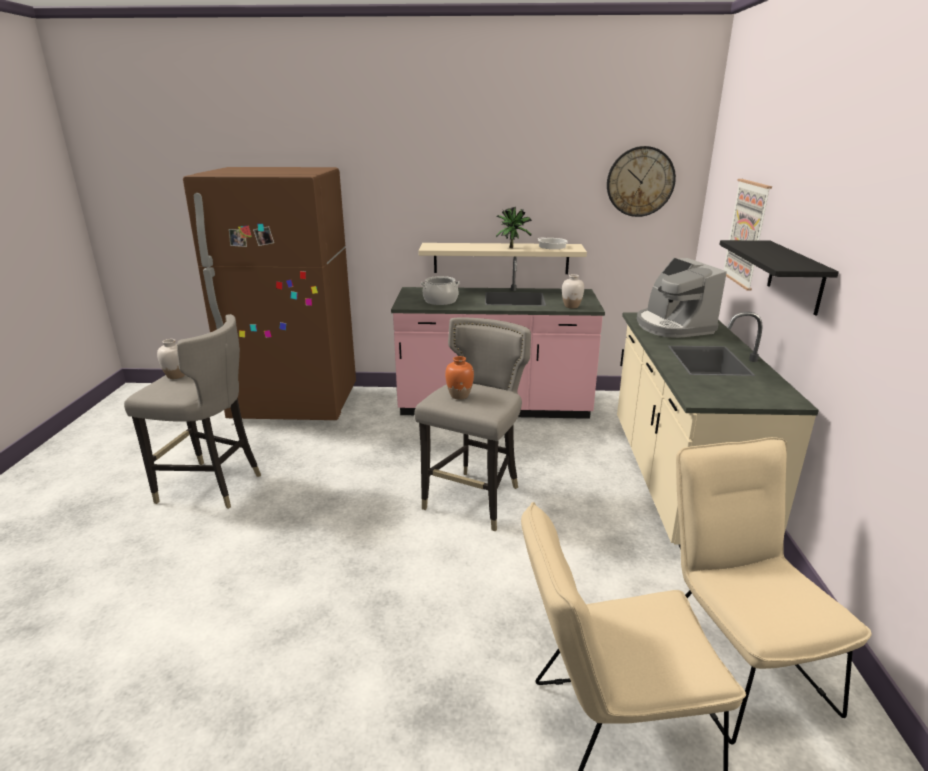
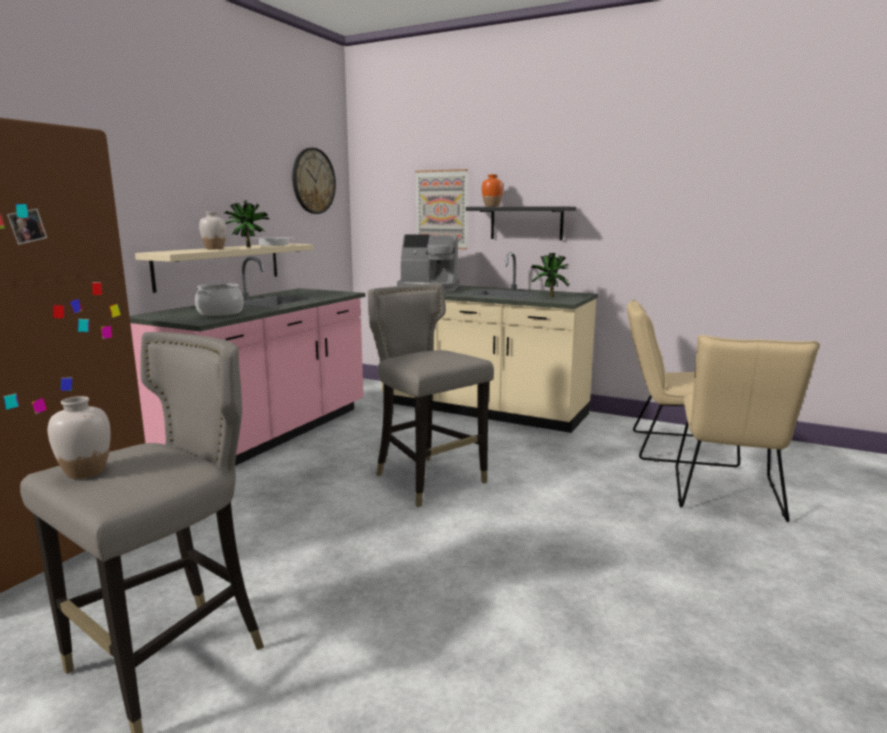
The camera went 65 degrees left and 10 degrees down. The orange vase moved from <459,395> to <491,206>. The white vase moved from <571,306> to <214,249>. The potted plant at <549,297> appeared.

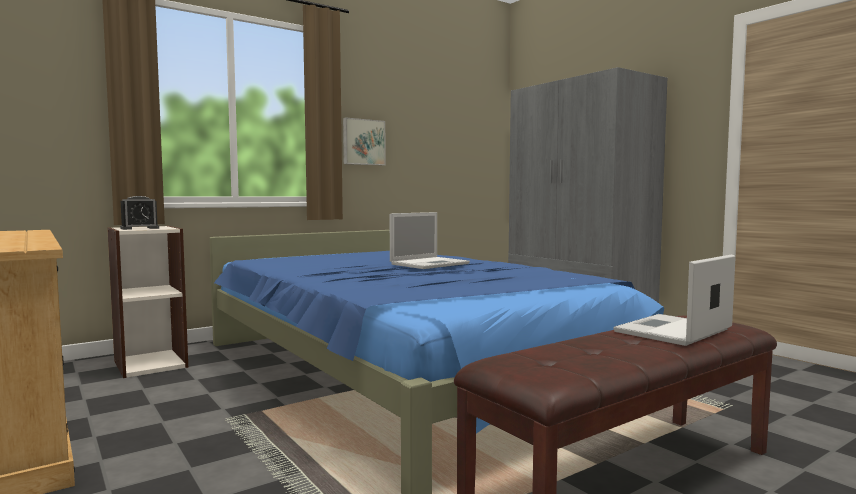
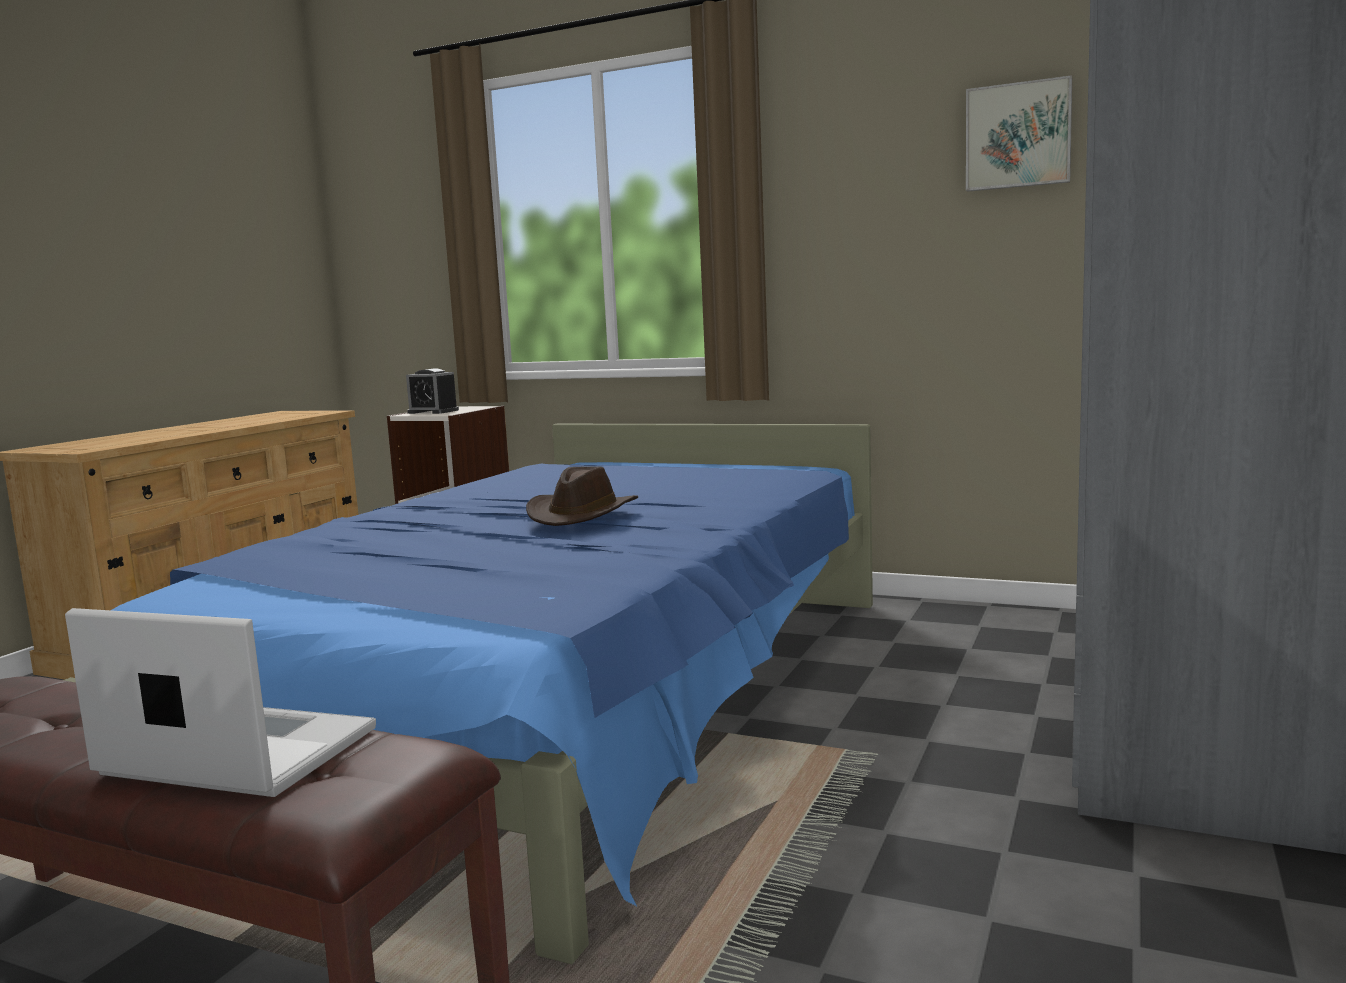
The camera went 60 degrees right and 5 degrees up. The picture moved from <363,142> to <1018,136>. The laptop at <430,264> was replaced by the brown hat at <582,514>.

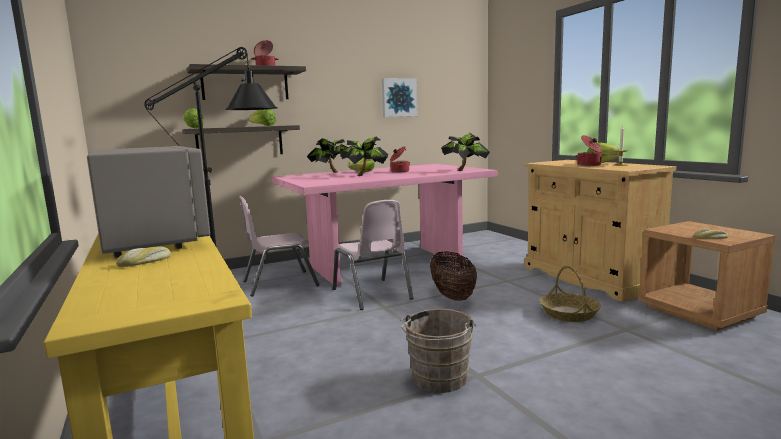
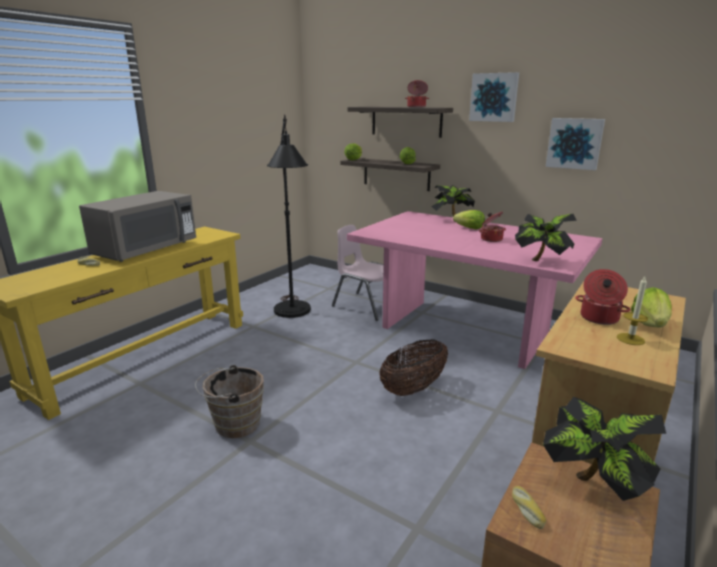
The camera went 60 degrees right and 10 degrees up. The pink chair at <372,294> disappeared. The potted plant moved from <365,175> to <594,485>. The basket at <569,314> disappeared. The picture at <494,97> appeared.

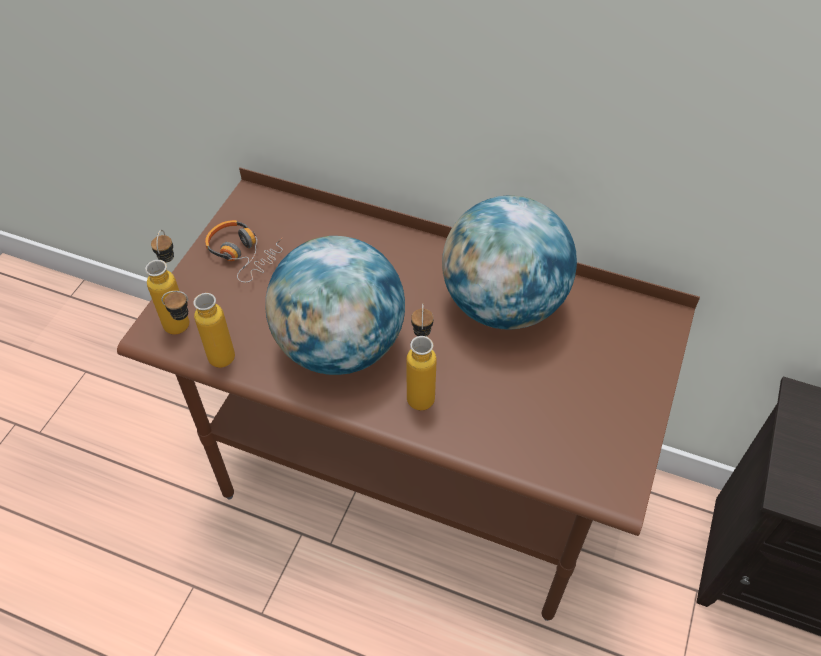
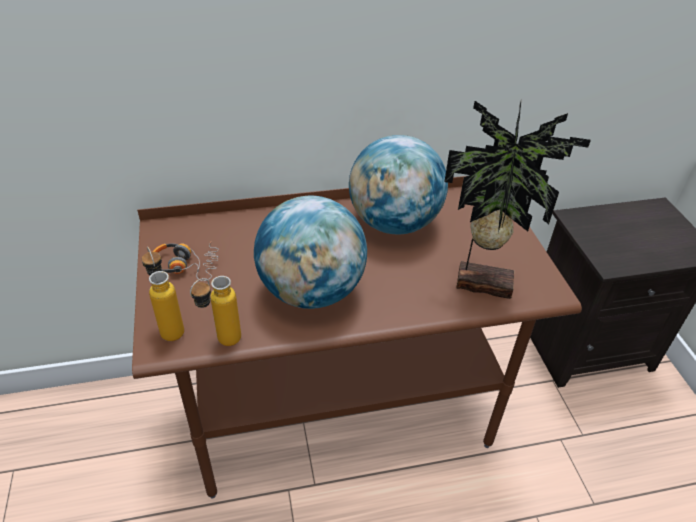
The camera went 35 degrees left and 10 degrees down. The bottle at <421,390> disappeared. The potted plant at <482,281> appeared.

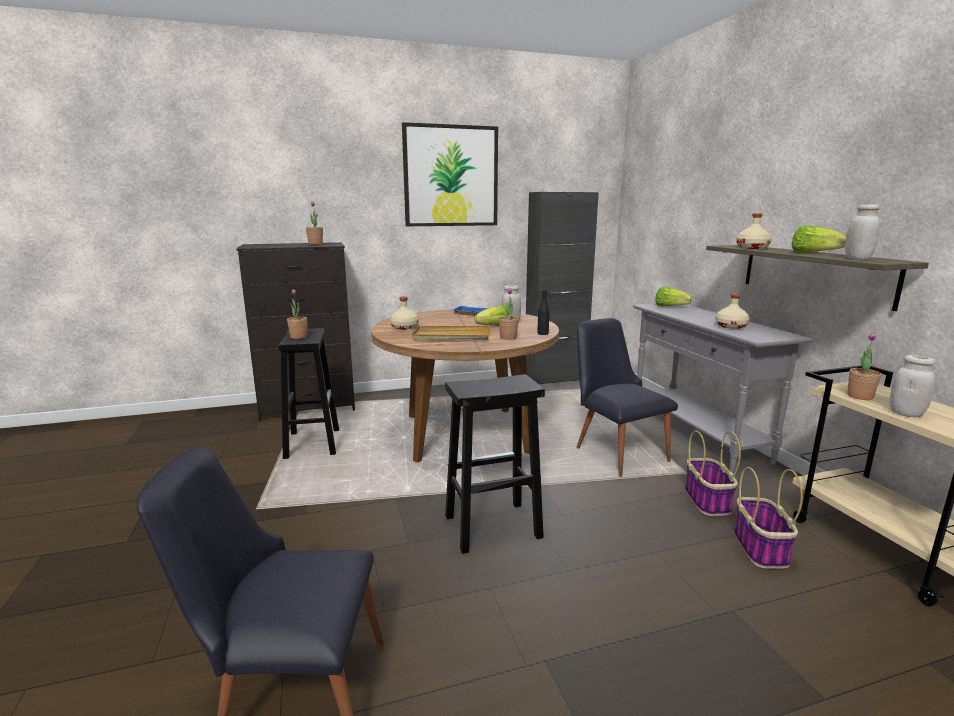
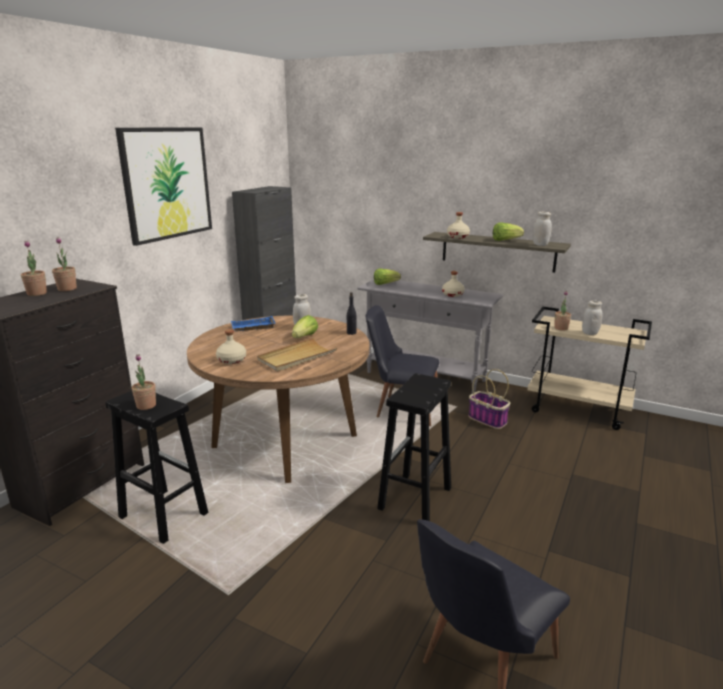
The camera went 45 degrees left and 5 degrees up. The potted plant moved from <508,337> to <37,293>. The basket at <760,549> disappeared.

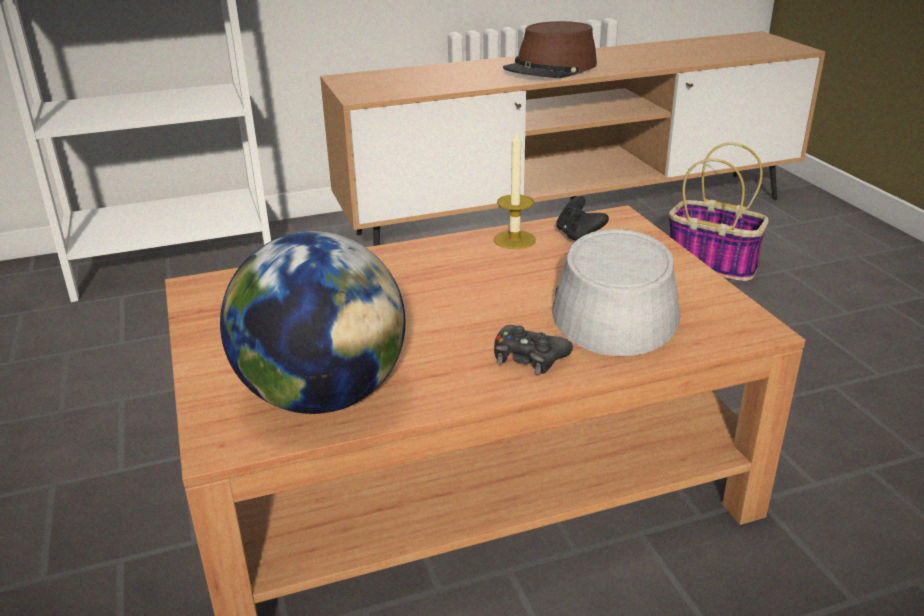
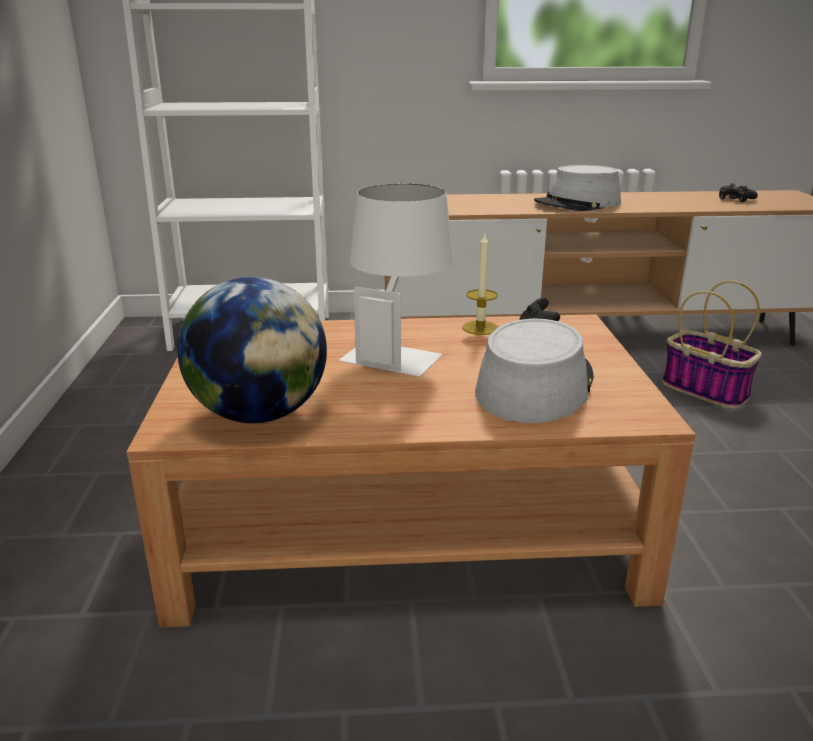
The camera went 15 degrees right and 5 degrees down. The black game controller moved from <529,357> to <735,199>. The brown hat at <551,68> became the grey hat at <578,203>. The white table lamp at <398,350> appeared.

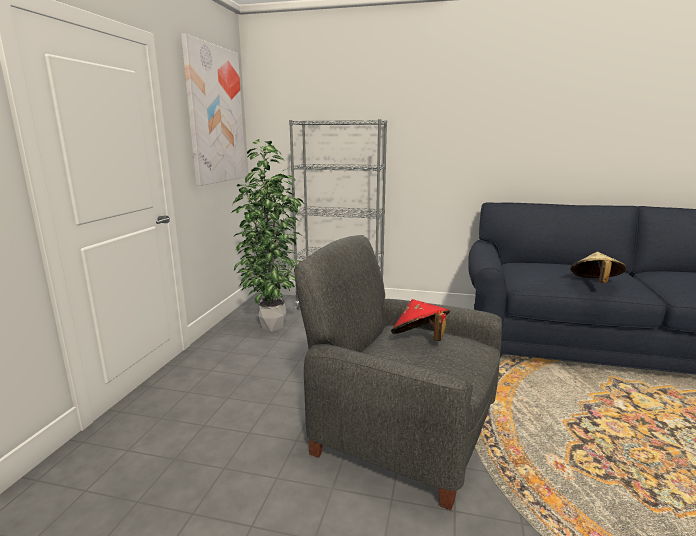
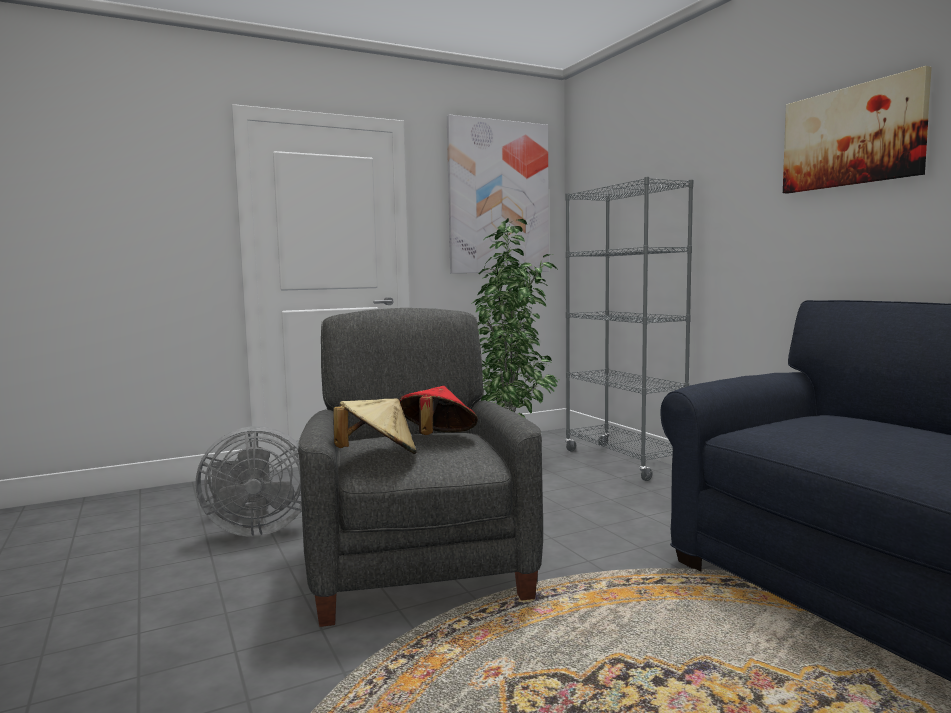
The camera went 50 degrees right and 10 degrees down. The beige hat moved from <594,283> to <378,456>. The grey fan at <255,529> appeared. The picture at <852,136> appeared.

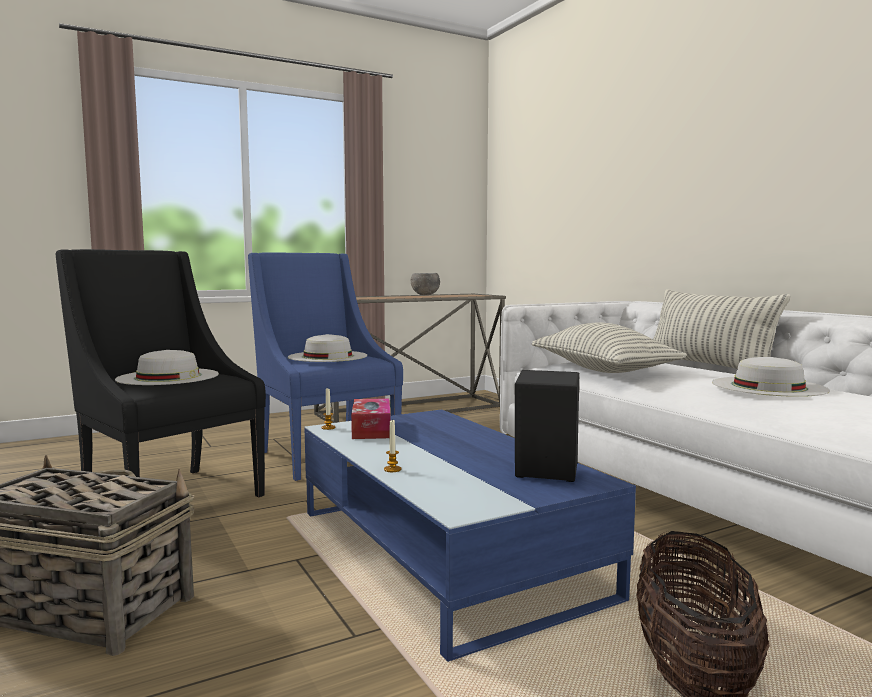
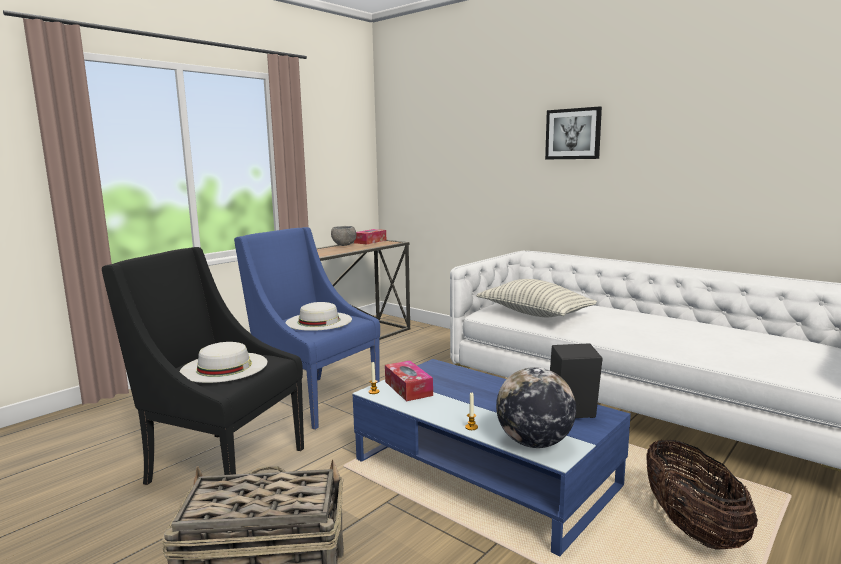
The camera went 20 degrees left and 5 degrees up. The pillow at <708,367> disappeared. The white hat at <768,386> disappeared. The tissue box at <370,241> appeared. The globe at <534,443> appeared. The picture at <573,134> appeared.

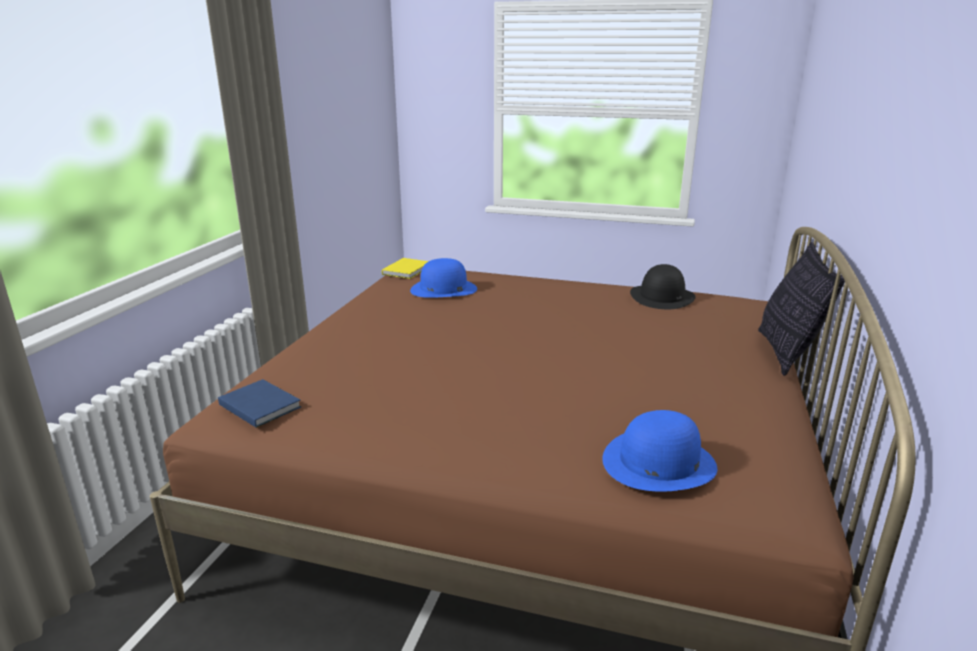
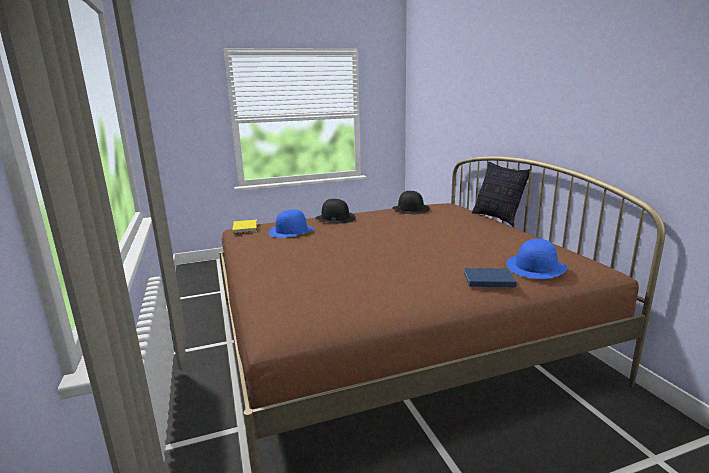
The camera went 35 degrees left and 5 degrees down. The blue book moved from <260,404> to <487,279>. The black hat at <335,218> appeared.

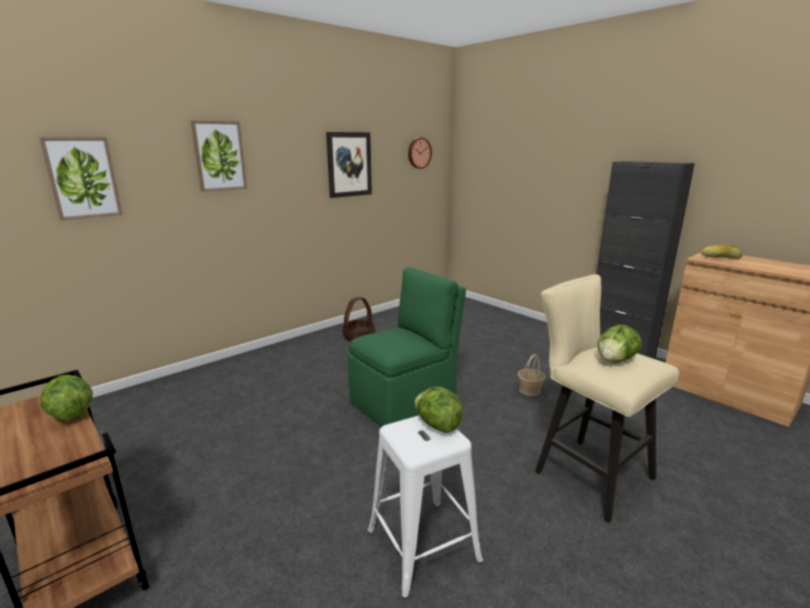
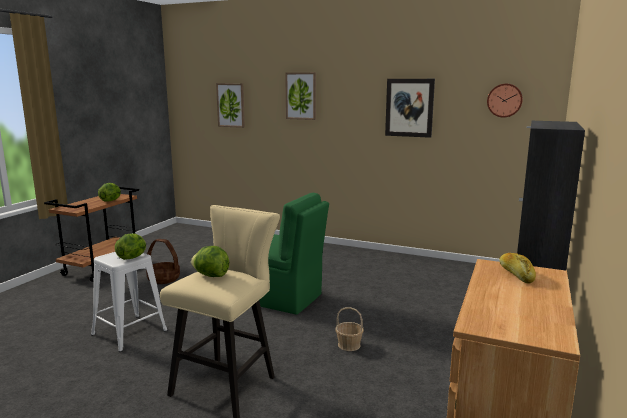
The camera went 65 degrees right and 5 degrees down. The basket moved from <358,336> to <164,279>.

